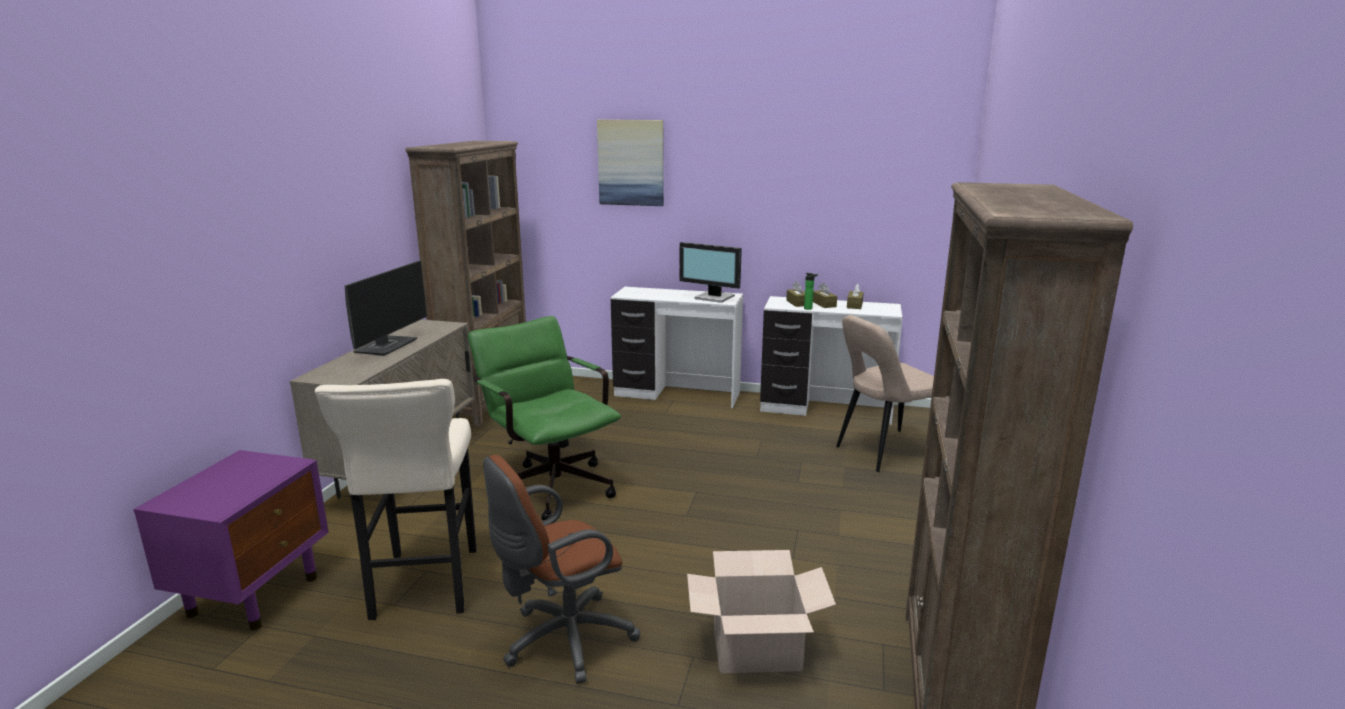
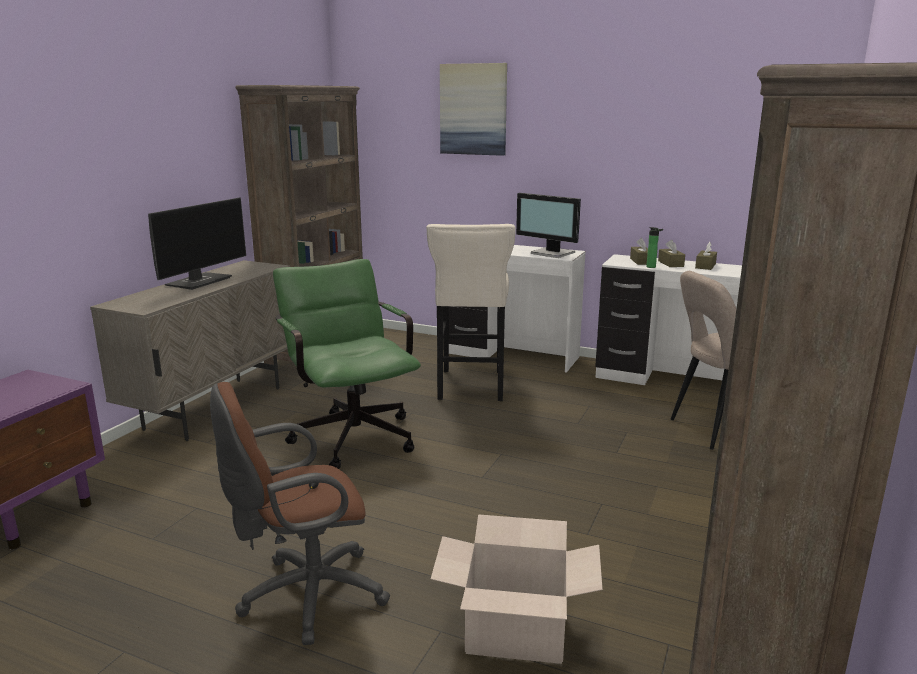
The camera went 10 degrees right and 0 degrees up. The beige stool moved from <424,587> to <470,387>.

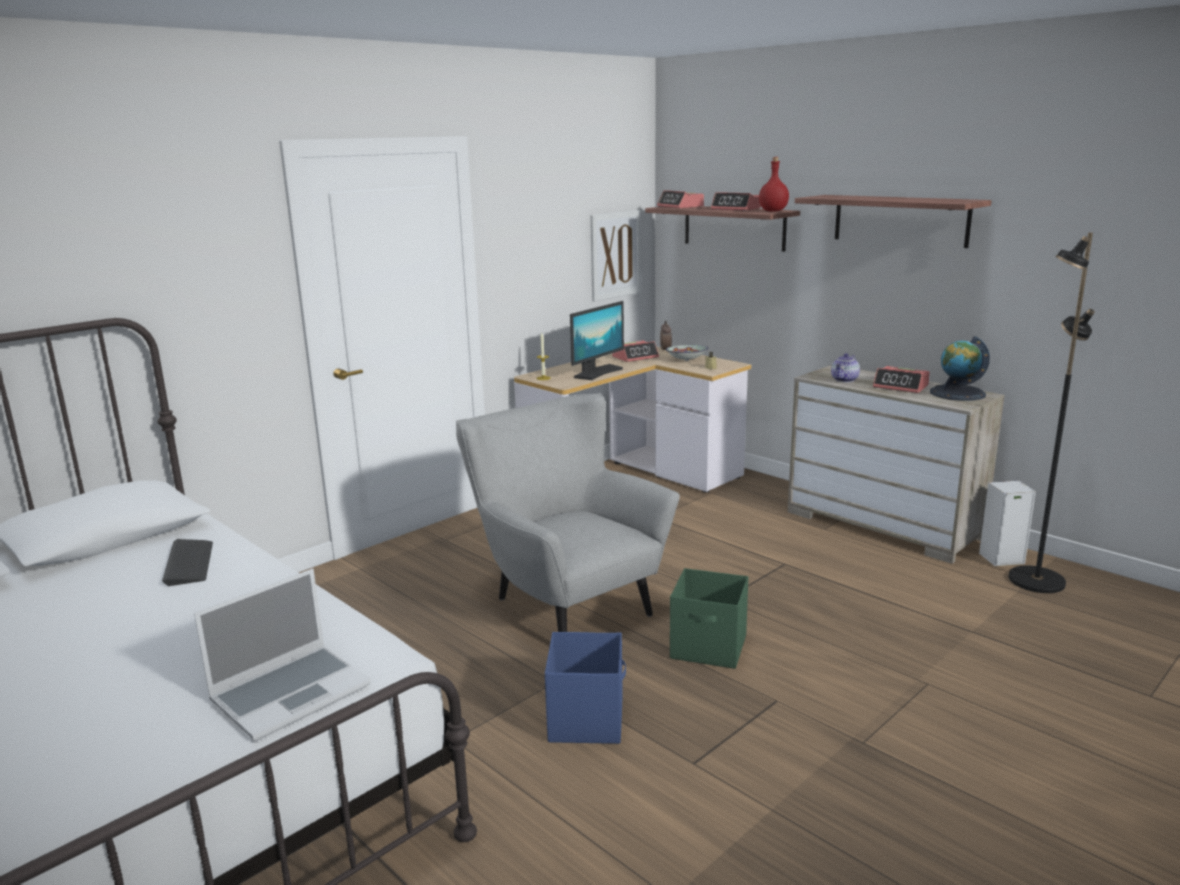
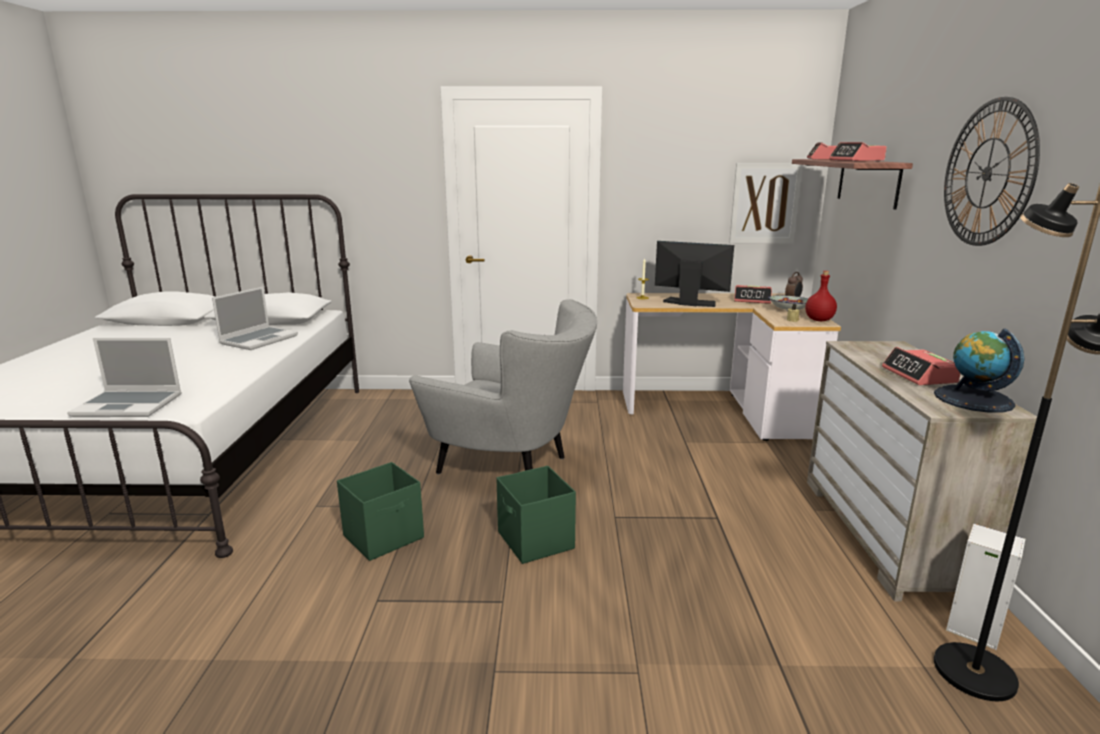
The camera went 45 degrees right and 0 degrees up. The keyboard at <189,563> was replaced by the laptop at <259,339>. The grey armchair at <564,603> turned 105 degrees clockwise. The blue storage box at <587,719> became the green storage box at <385,537>. The monitor at <597,373> turned 150 degrees counterclockwise. The red bottle moved from <773,211> to <819,320>. The shelf at <900,220> was replaced by the wall clock at <987,173>. The teapot at <845,380> disappeared.

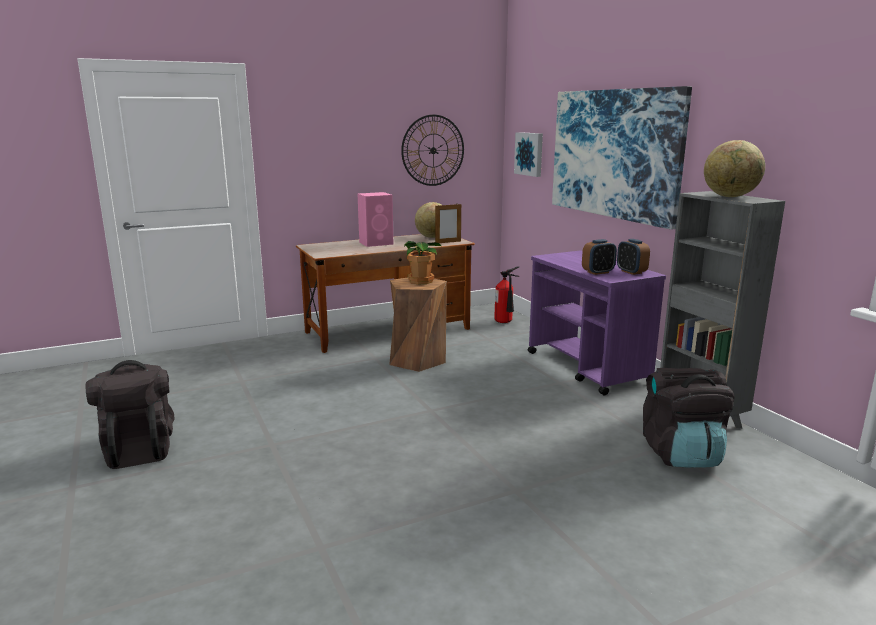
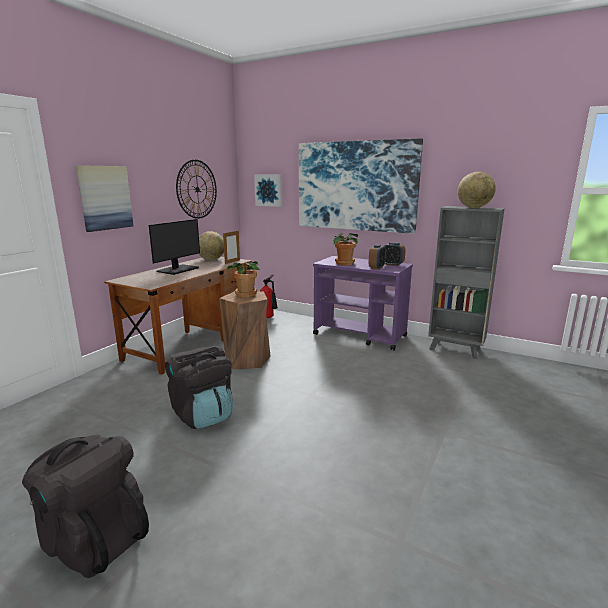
The camera went 35 degrees left and 0 degrees up. The pink speaker at <377,243> was replaced by the monitor at <177,270>. The black backpack moved from <681,454> to <203,415>. The picture at <105,198> appeared. The potted plant at <344,263> appeared.

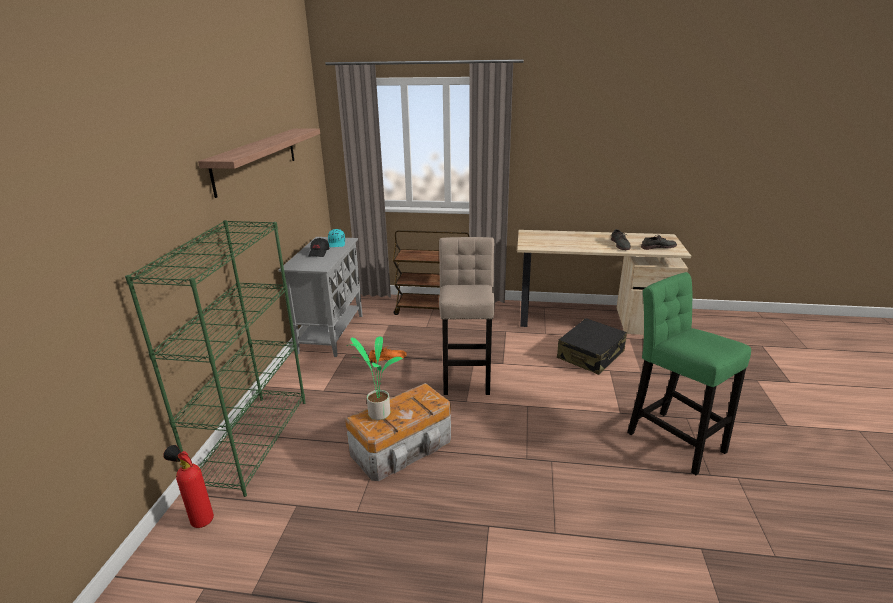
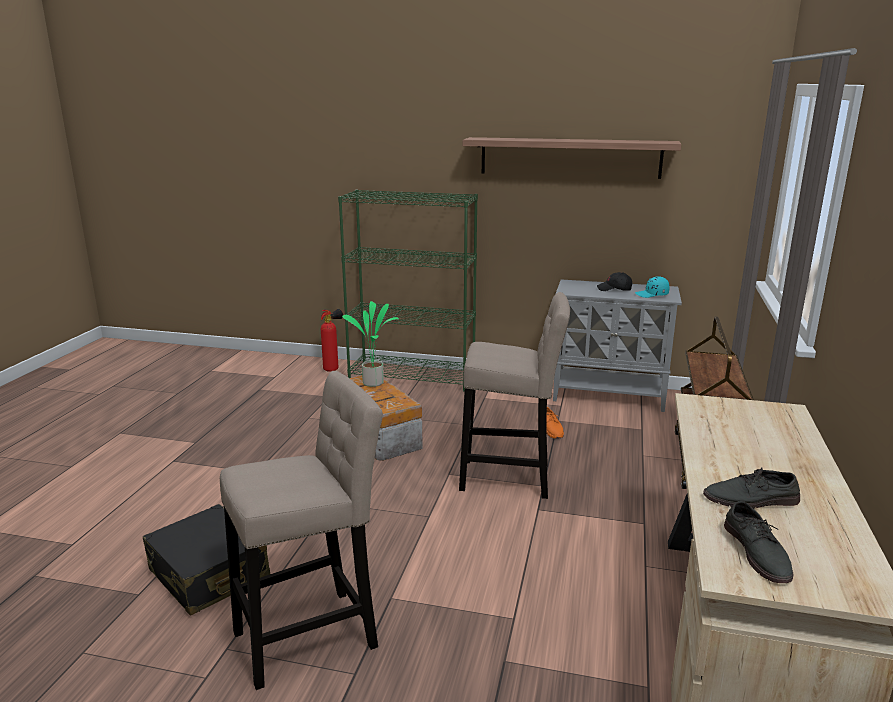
The camera went 95 degrees right and 5 degrees down. The black suitcase moved from <591,355> to <209,574>. The green stool at <671,438> became the beige stool at <313,635>.

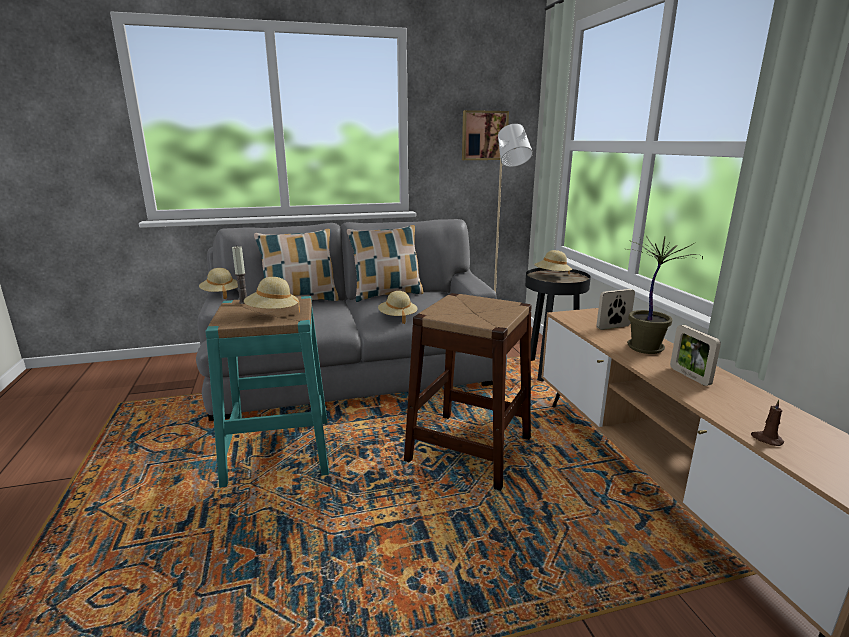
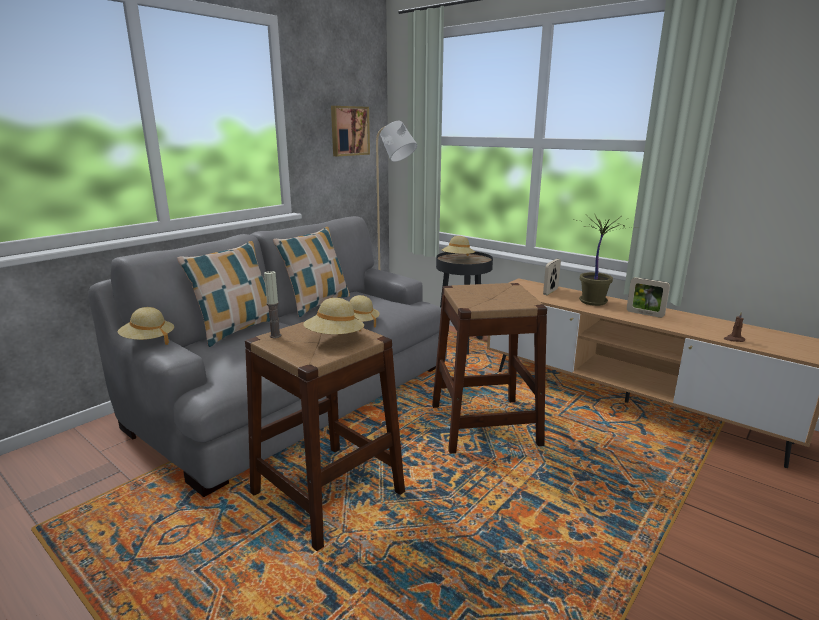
The camera went 35 degrees left and 0 degrees up. The turquoise stool at <278,451> became the brown stool at <327,493>.

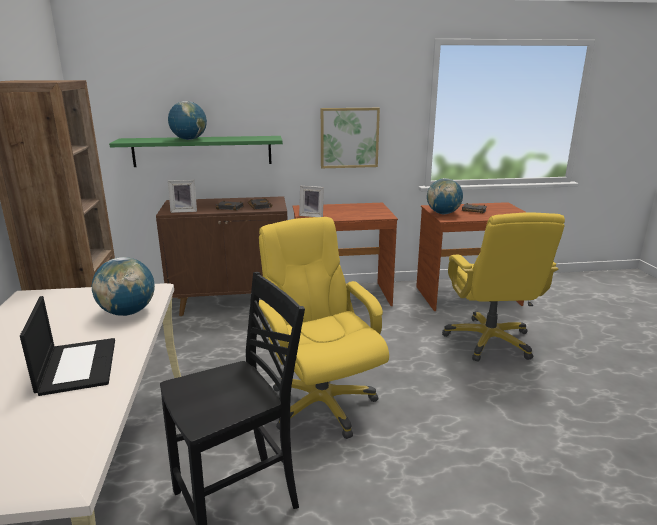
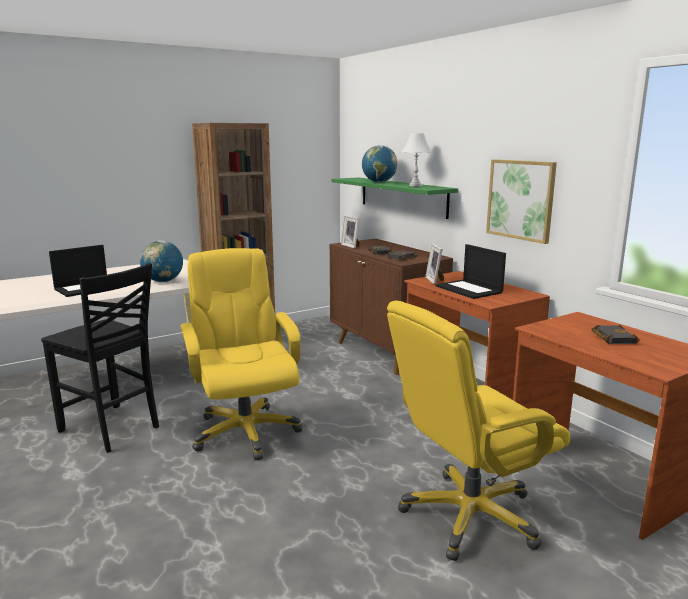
The camera went 65 degrees right and 5 degrees down. The yellow office chair at <321,403> turned 60 degrees counterclockwise. The globe at <443,213> disappeared. The white table lamp at <415,185> appeared. The laptop at <469,289> appeared.

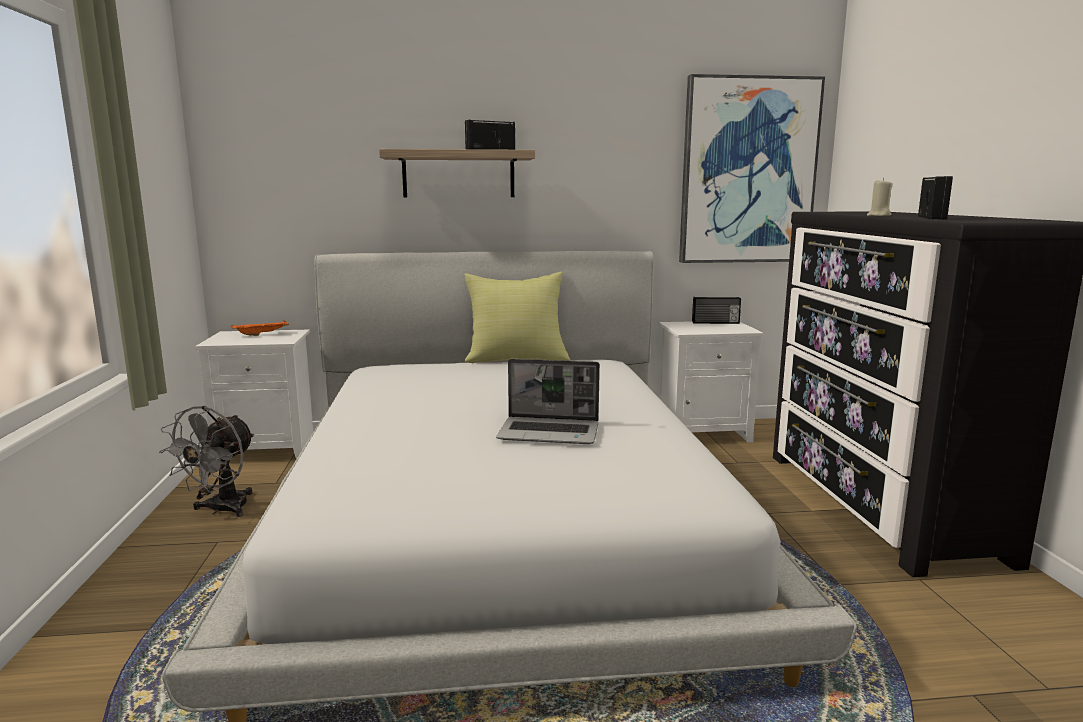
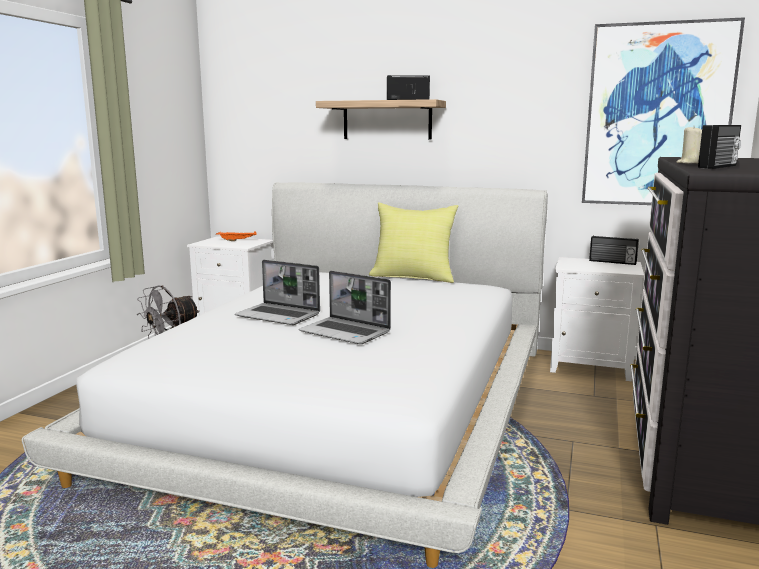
The camera went 25 degrees right and 0 degrees up. The laptop at <279,316> appeared.

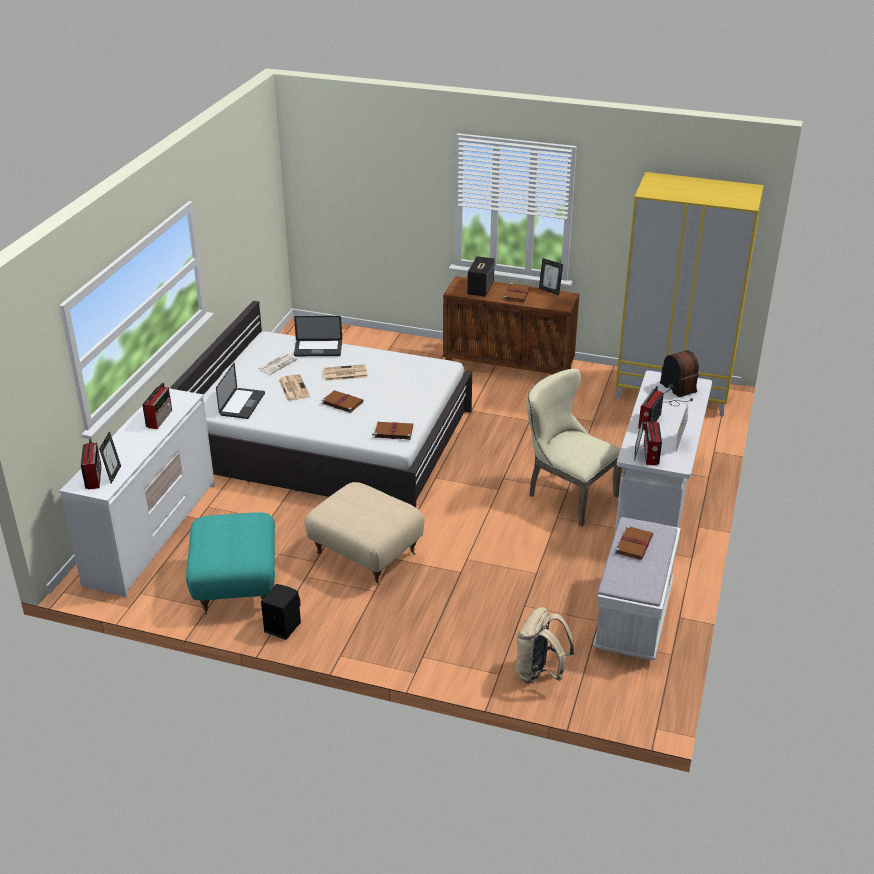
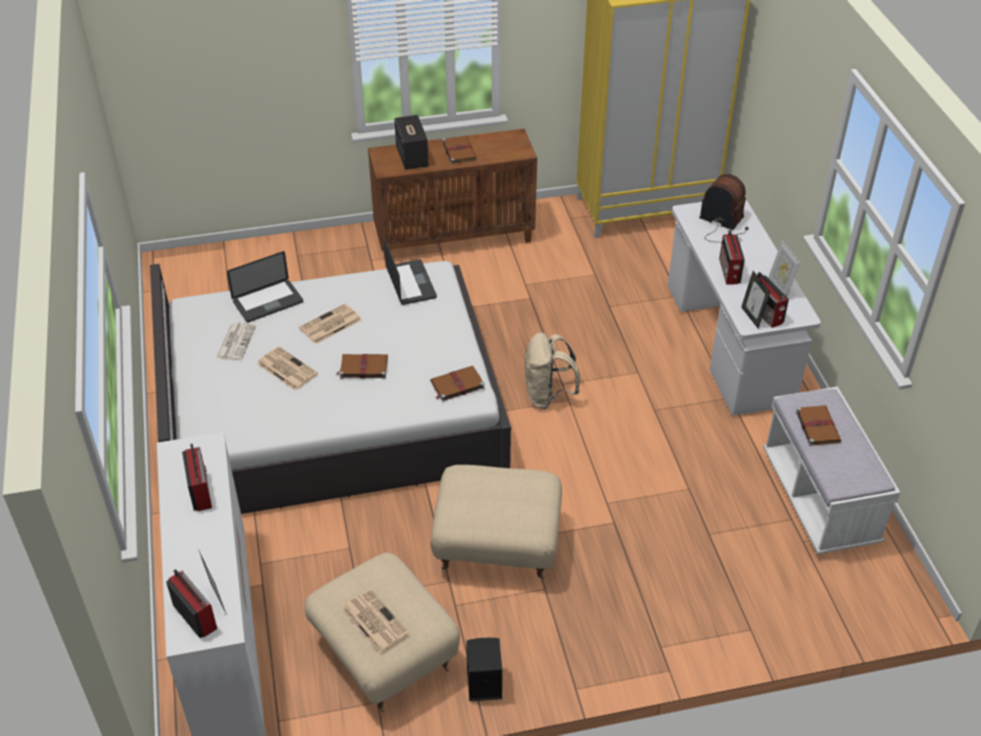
The camera went 30 degrees left and 10 degrees up. The turquoise ottoman at <235,584> became the beige ottoman at <383,654>. The laptop moved from <242,404> to <410,283>. The beige backpack moved from <540,673> to <548,395>. The beige chair at <566,495> disappeared. The picture frame at <549,291> disappeared. The newspaper at <374,621> appeared.

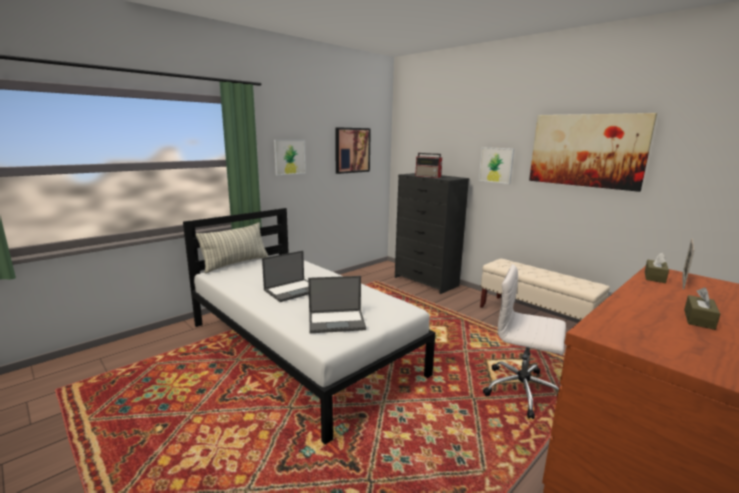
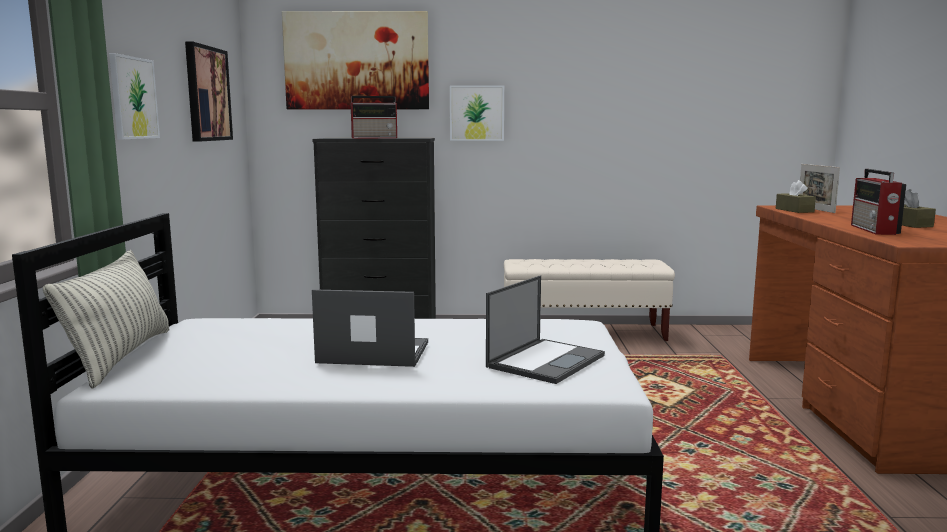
The camera went 45 degrees left and 5 degrees down. The laptop at <293,290> turned 90 degrees counterclockwise. The white office chair at <523,391> disappeared. The picture moved from <586,150> to <356,61>. The radio at <874,230> appeared.

